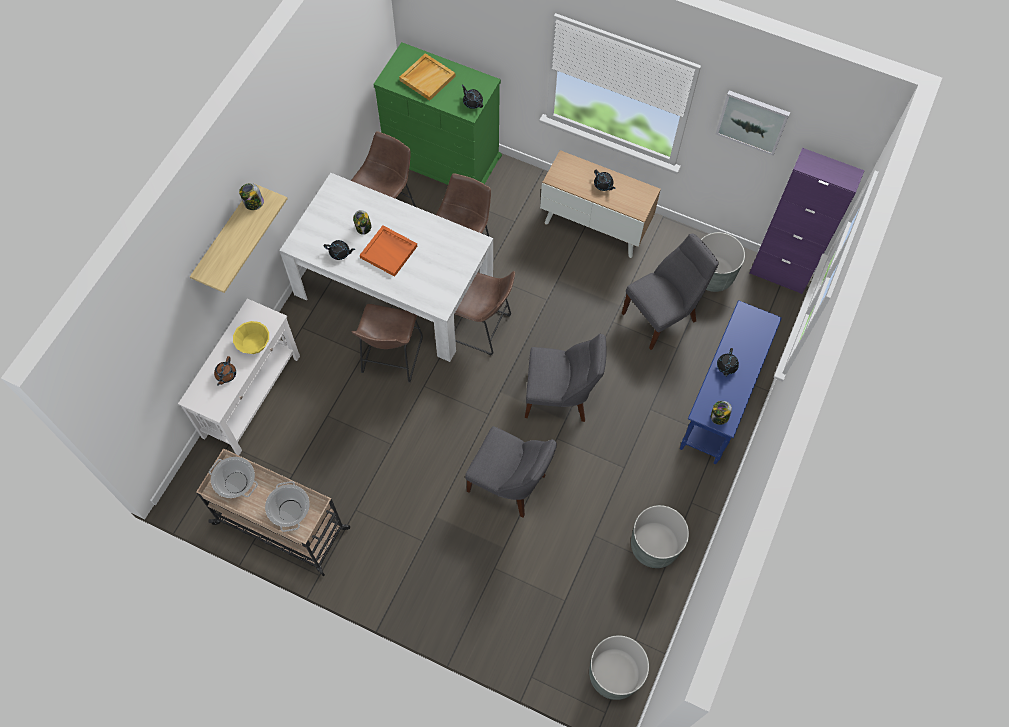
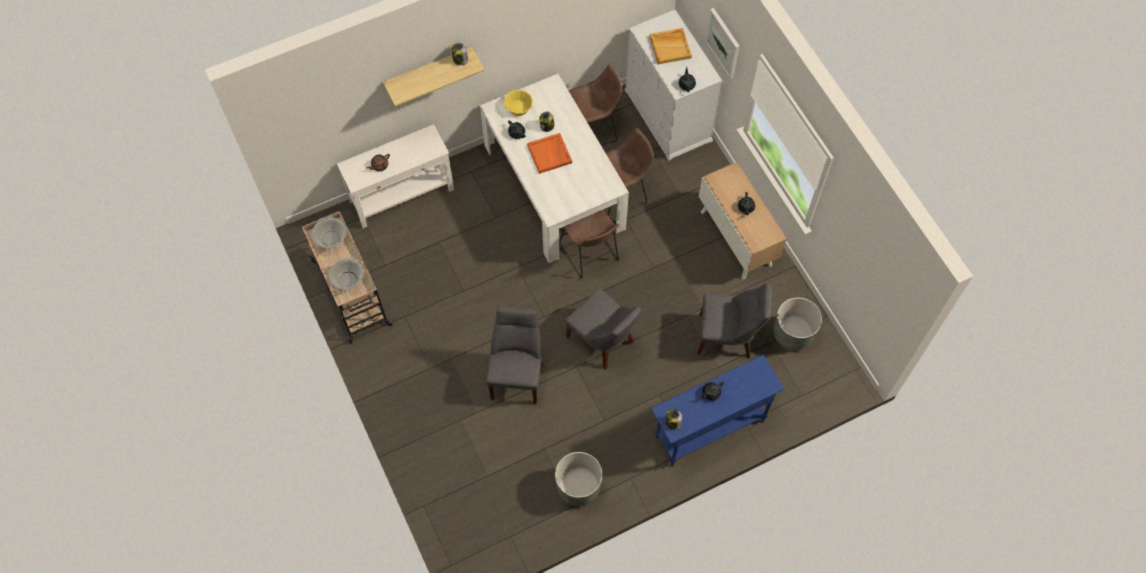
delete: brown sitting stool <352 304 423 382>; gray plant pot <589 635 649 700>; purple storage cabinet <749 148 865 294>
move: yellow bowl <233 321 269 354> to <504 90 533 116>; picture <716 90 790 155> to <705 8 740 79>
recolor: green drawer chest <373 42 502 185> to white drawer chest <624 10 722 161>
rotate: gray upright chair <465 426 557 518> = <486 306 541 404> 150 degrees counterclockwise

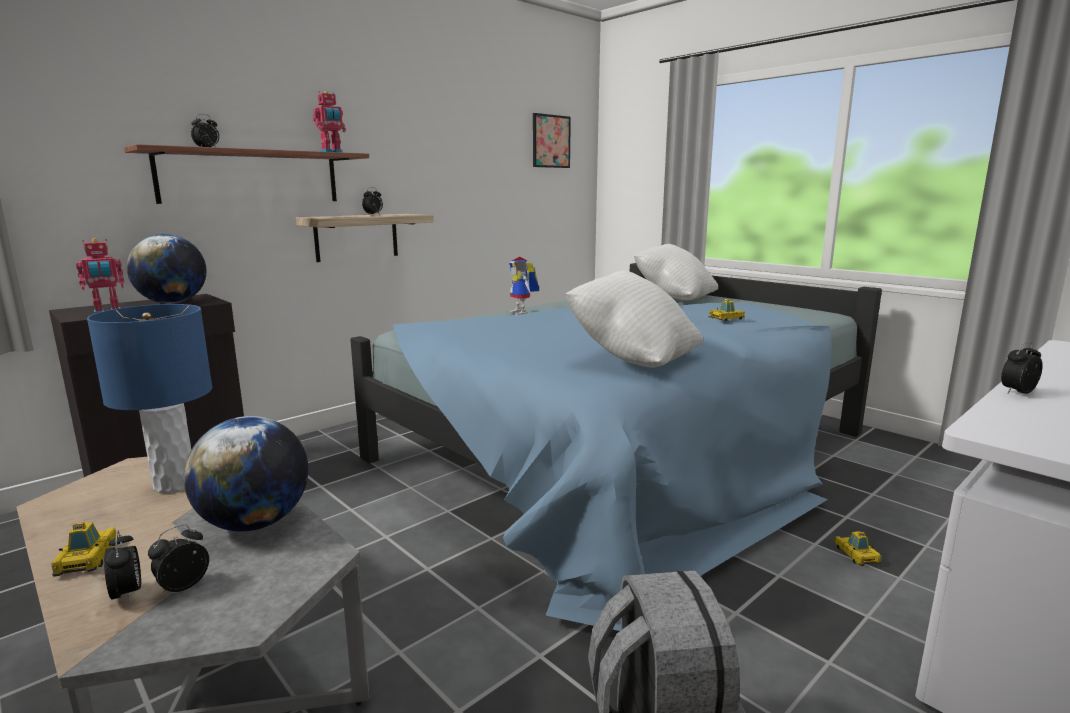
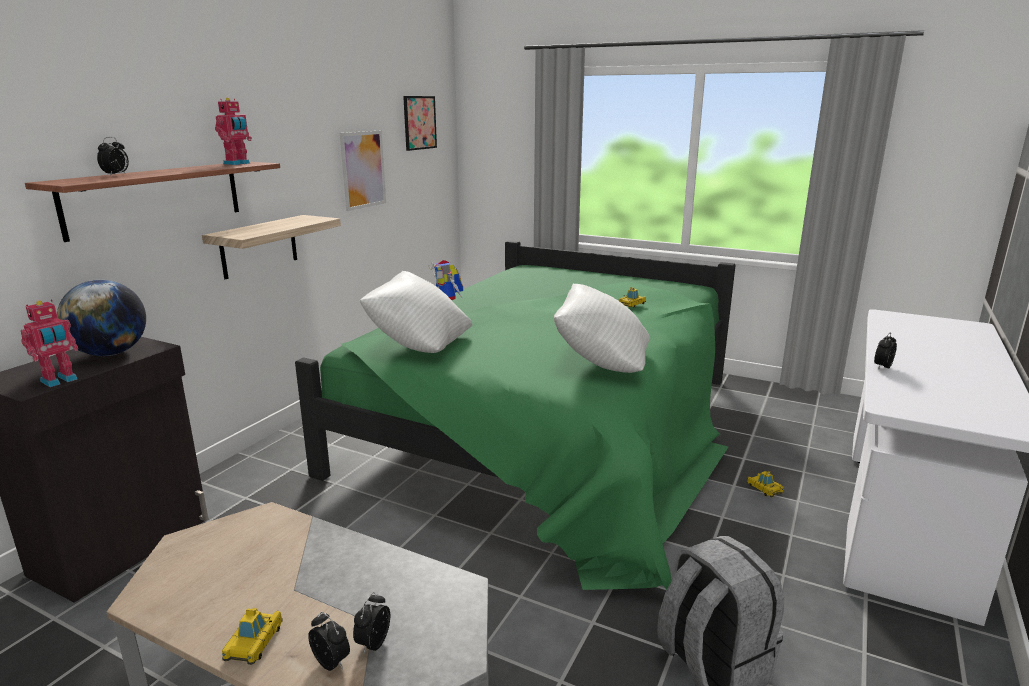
delete: blue-coloured tabletop lamp <87 304 212 493>; globe <184 416 308 532>; alarm clock <362 187 383 215>
insert: picture <340 131 386 211>
move: white cushion <634 244 718 300> to <360 271 472 353>
recolor: blue-coloured bed <350 263 882 631> to green bed <295 241 735 590>
rotate: model car <51 522 118 577> = <222 608 283 665> 135 degrees counterclockwise

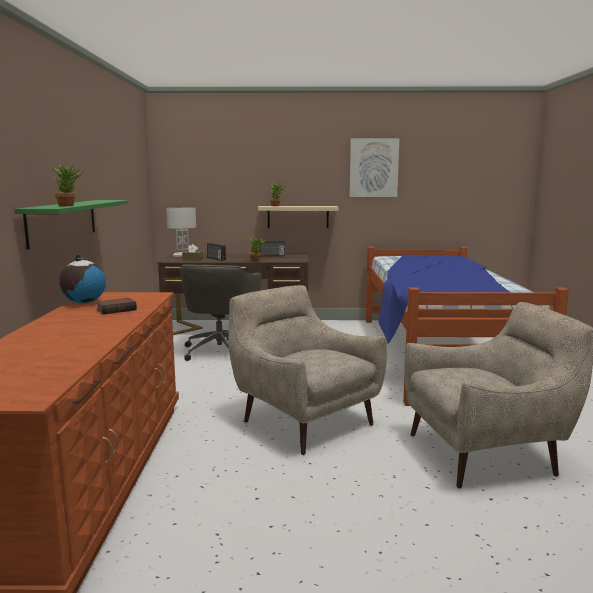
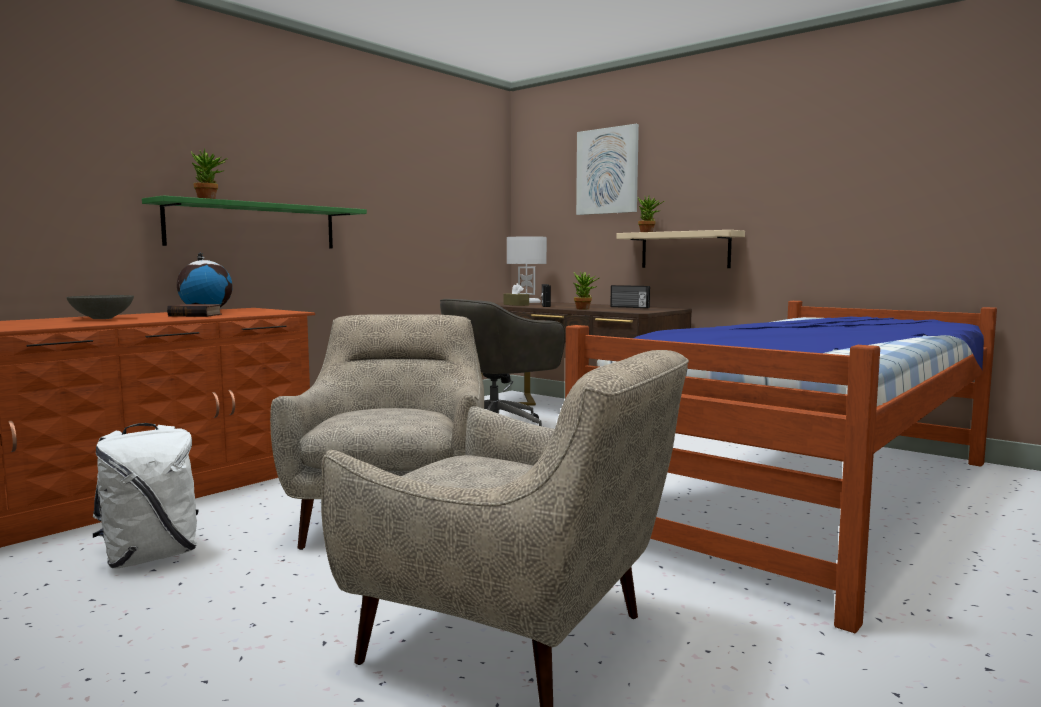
insert: gray bowl <66 295 134 319>; white backpack <93 423 199 568>
move: picture <349 138 400 197> to <576 124 639 215>

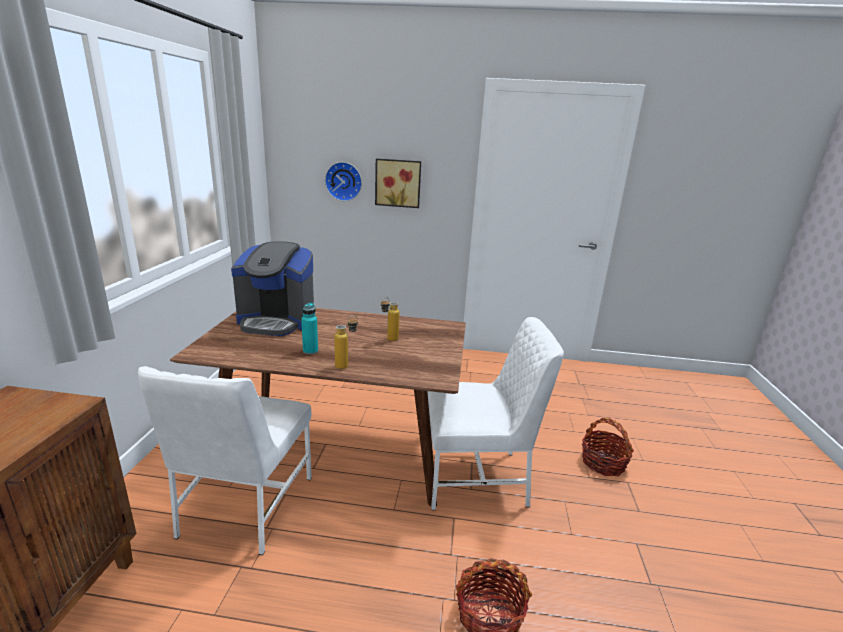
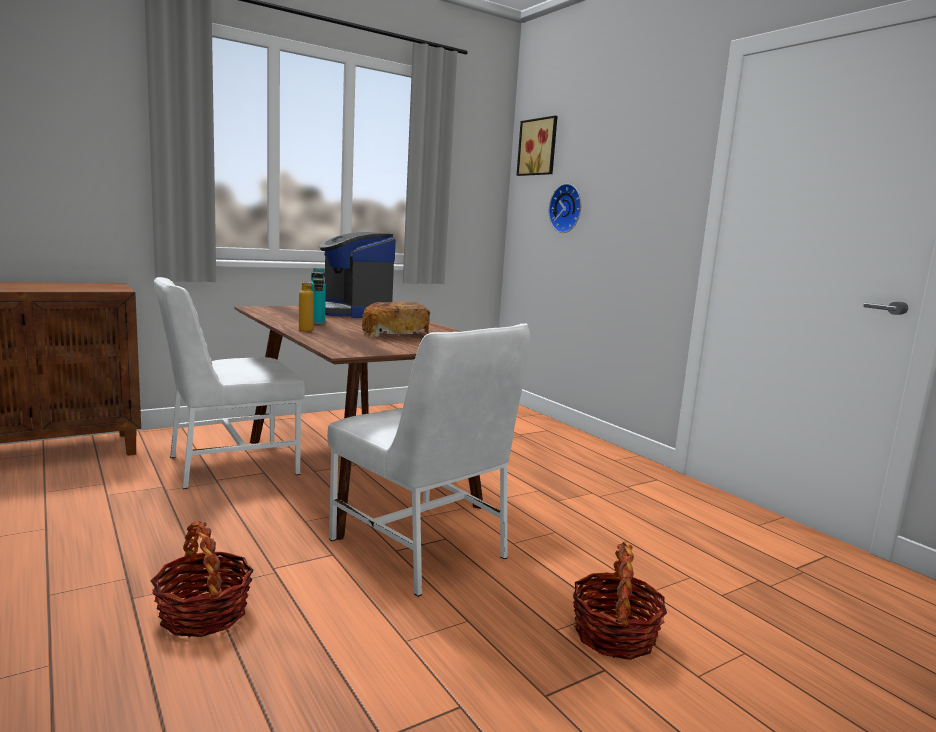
move: picture <375 159 421 208> to <516 116 558 176>
replace: drink bottle <381 297 400 341> to bread <362 302 430 337>

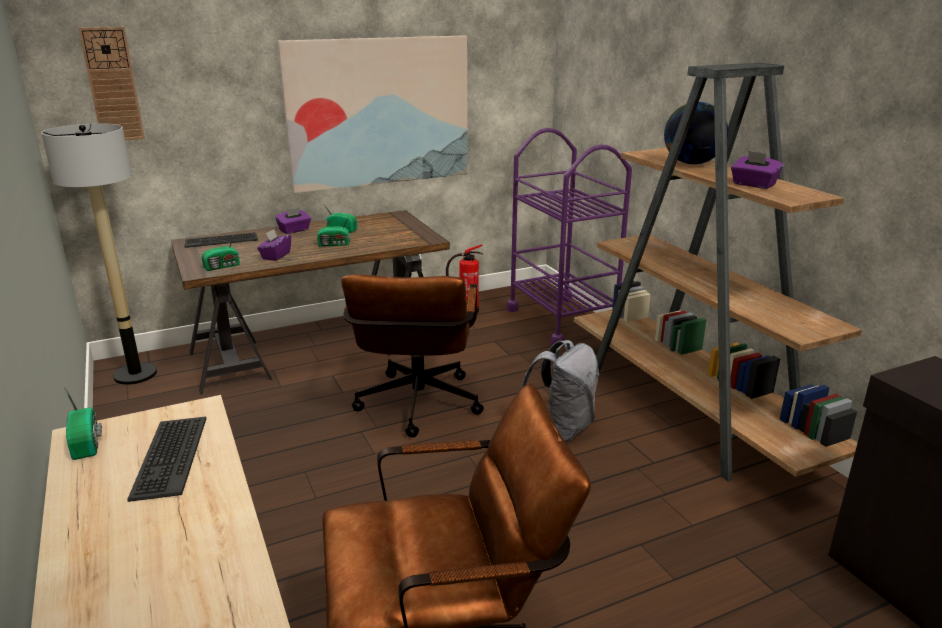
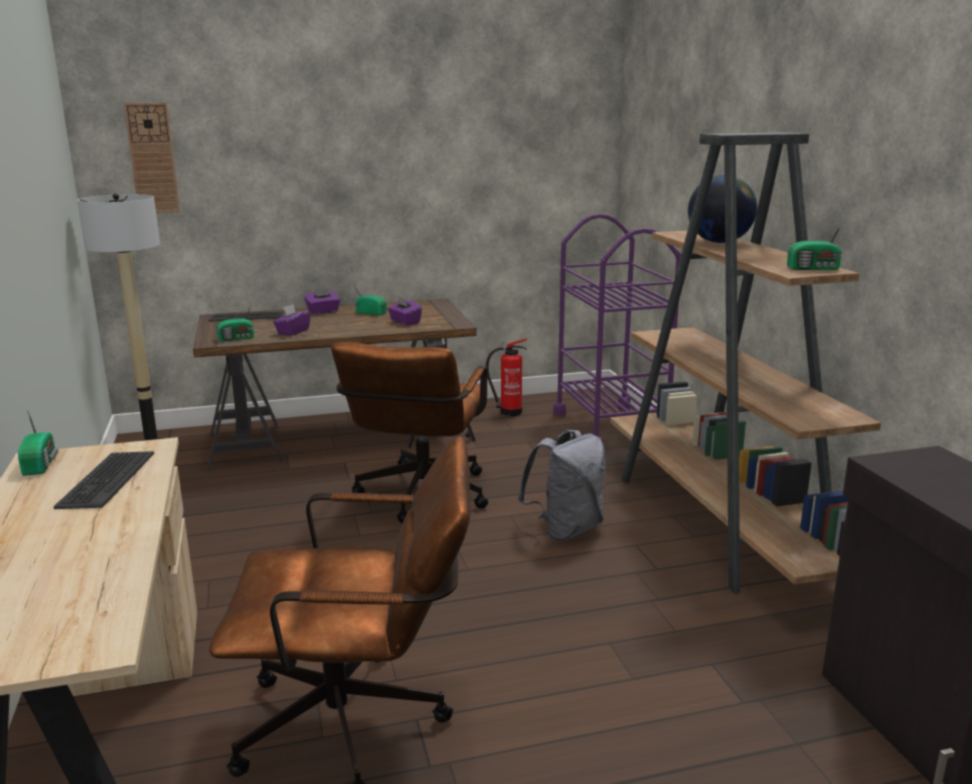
delete: picture <278 35 467 193>
move: radio <317 213 350 247> to <787 219 844 270>; purple box of tissues <731 151 783 189> to <388 297 422 325>

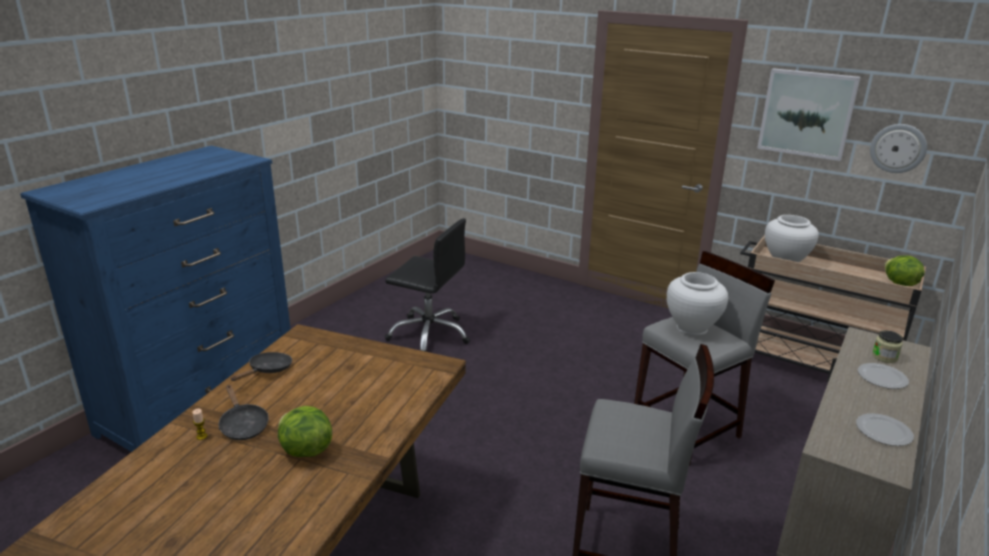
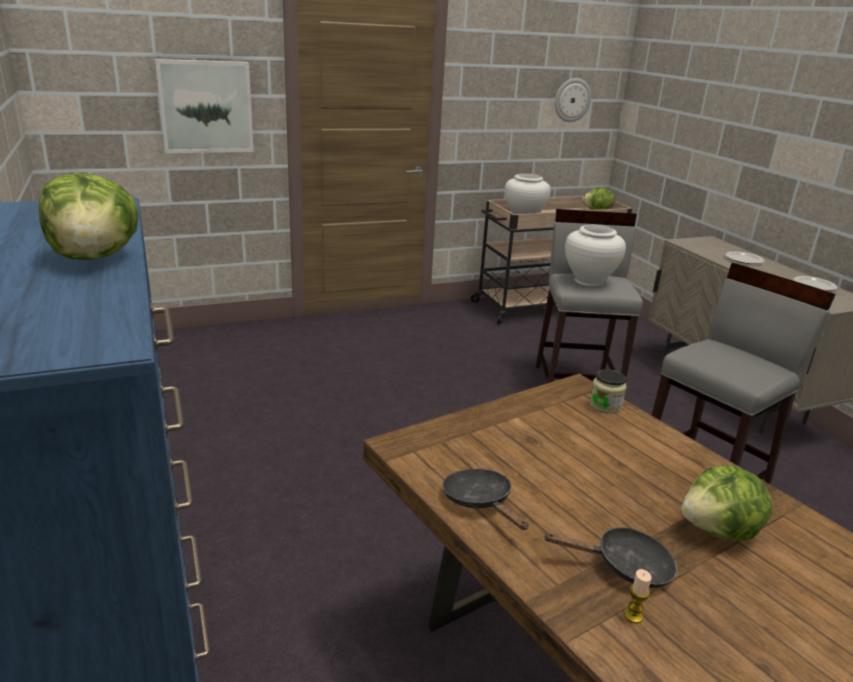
delete: blackish desk chair <385 218 470 352>
insert: lettuce head <39 173 139 260>
move: picture <757 68 860 161> to <155 59 254 153>; jar <872 330 903 363> to <590 369 627 414>

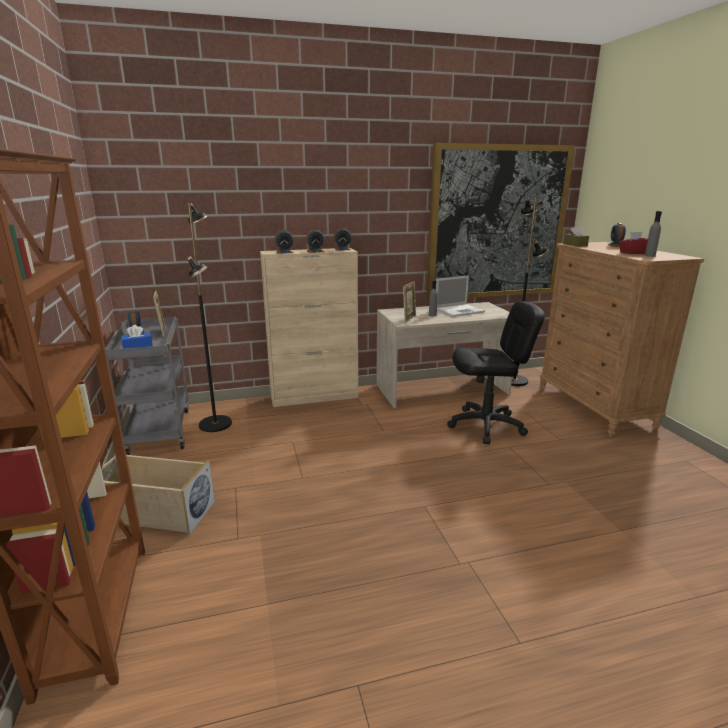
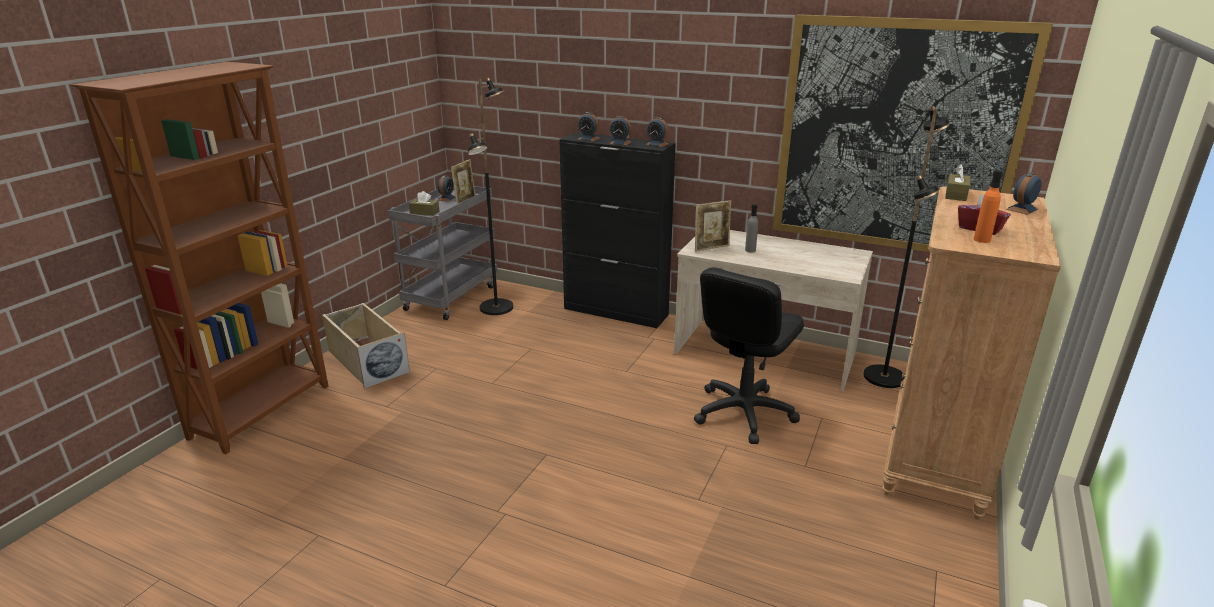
delete: portable computer <436 275 485 317>
recolor: blue-coloured box of tissues <121 325 153 349> to brown box of tissues <409 191 439 216>; beige storage cabinet <260 248 358 407> to blackish storage cabinet <559 132 676 328>; gray drink bottle <645 211 662 257> to orangey drink bottle <973 170 1003 243>
rotate: blackish desk chair <447 301 545 444> = <694 267 804 444> 90 degrees clockwise

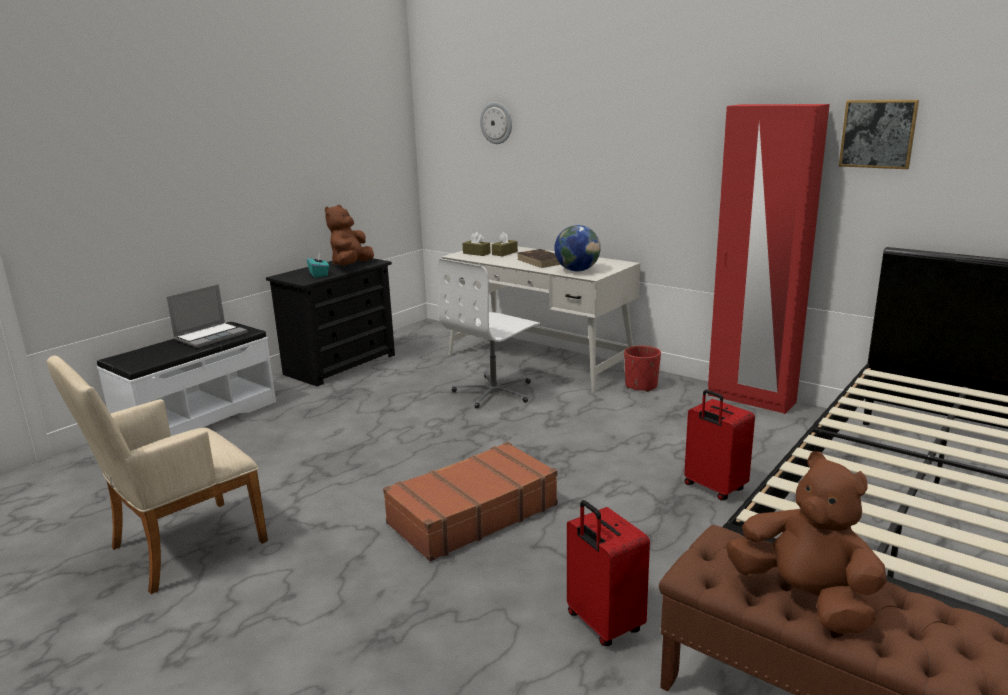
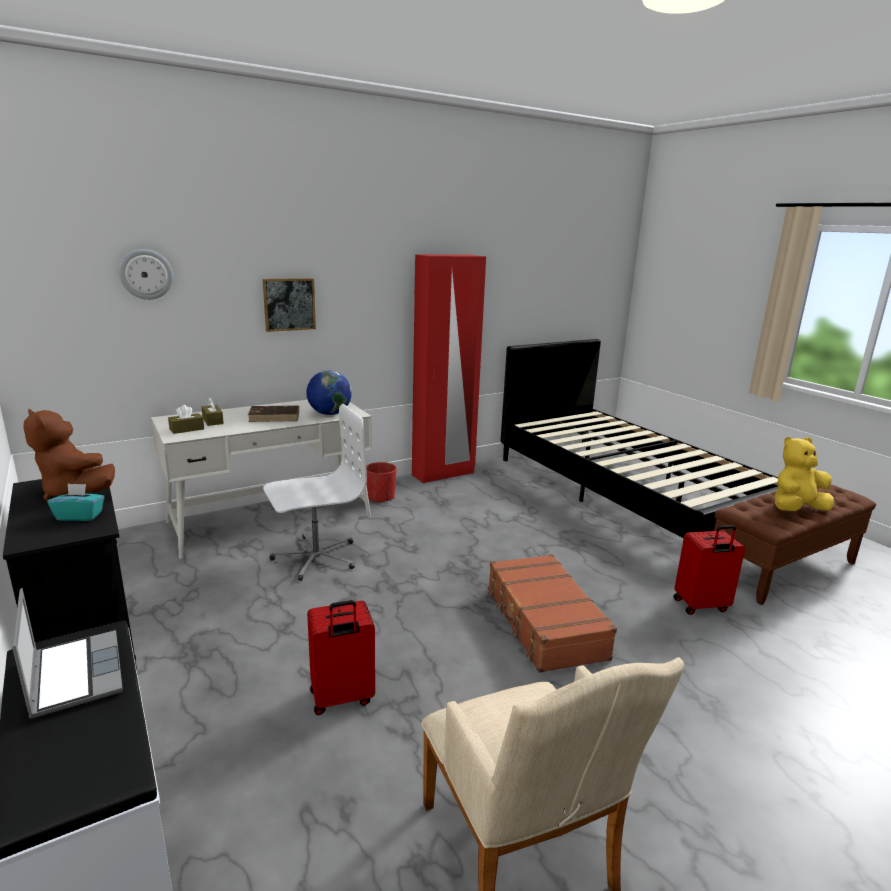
move: red travel case <684 390 755 500> to <307 600 375 715>; picture <839 100 919 169> to <263 278 316 332>
recolor: brown soft toy <726 451 887 633> to yellow soft toy <774 437 834 511>
rotate: white desk chair <438 259 540 408> = <263 404 367 581> 90 degrees counterclockwise

